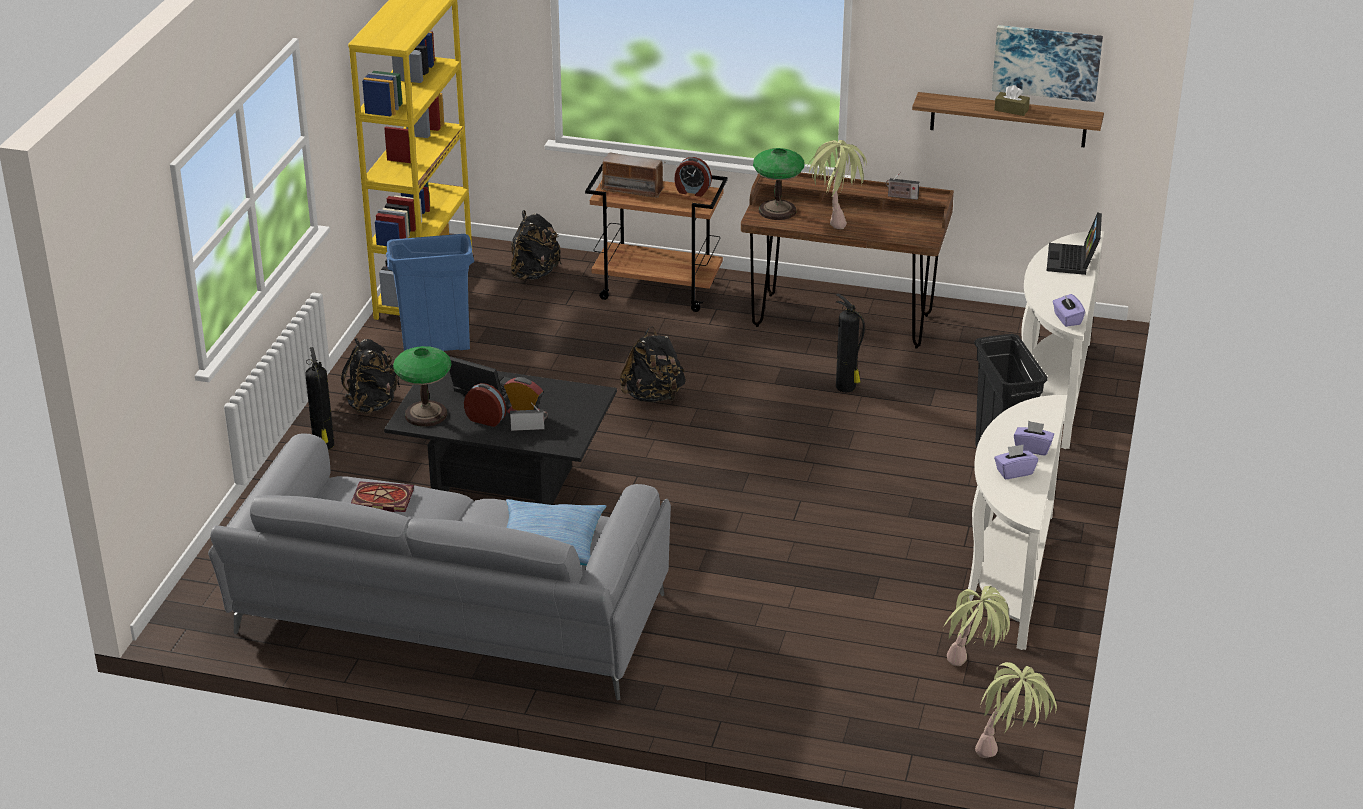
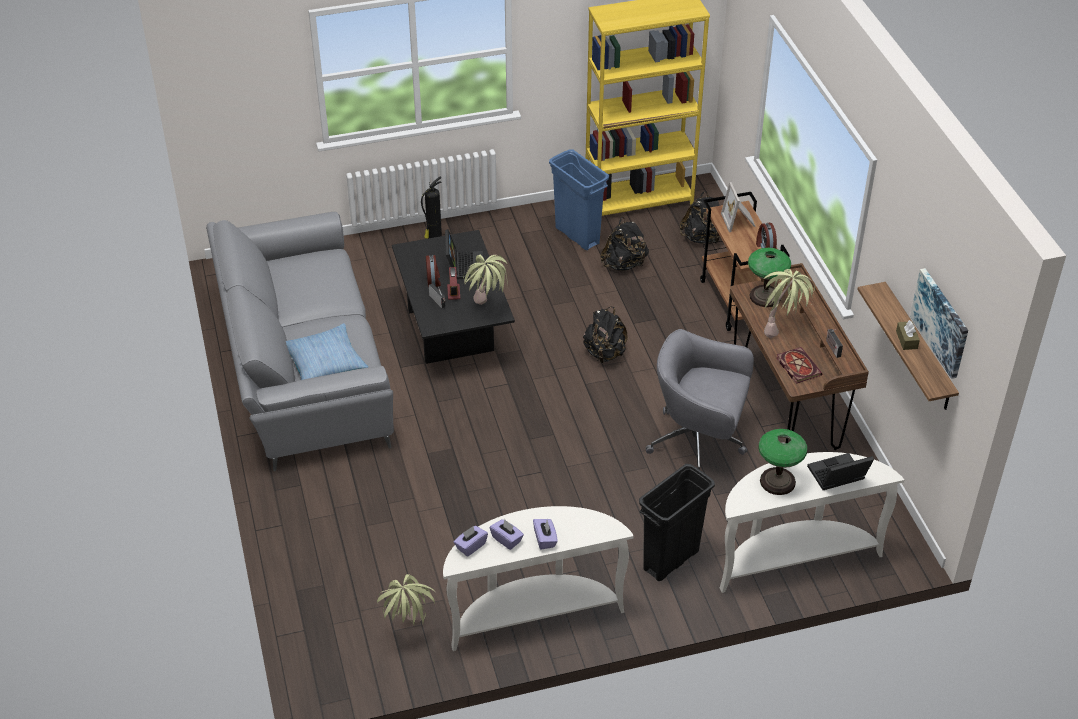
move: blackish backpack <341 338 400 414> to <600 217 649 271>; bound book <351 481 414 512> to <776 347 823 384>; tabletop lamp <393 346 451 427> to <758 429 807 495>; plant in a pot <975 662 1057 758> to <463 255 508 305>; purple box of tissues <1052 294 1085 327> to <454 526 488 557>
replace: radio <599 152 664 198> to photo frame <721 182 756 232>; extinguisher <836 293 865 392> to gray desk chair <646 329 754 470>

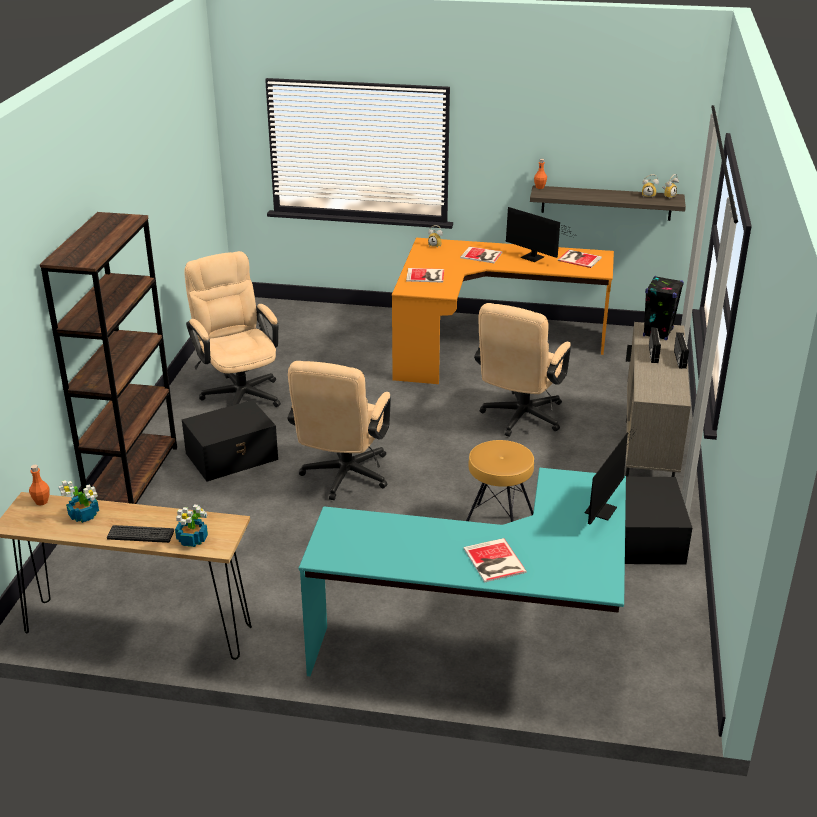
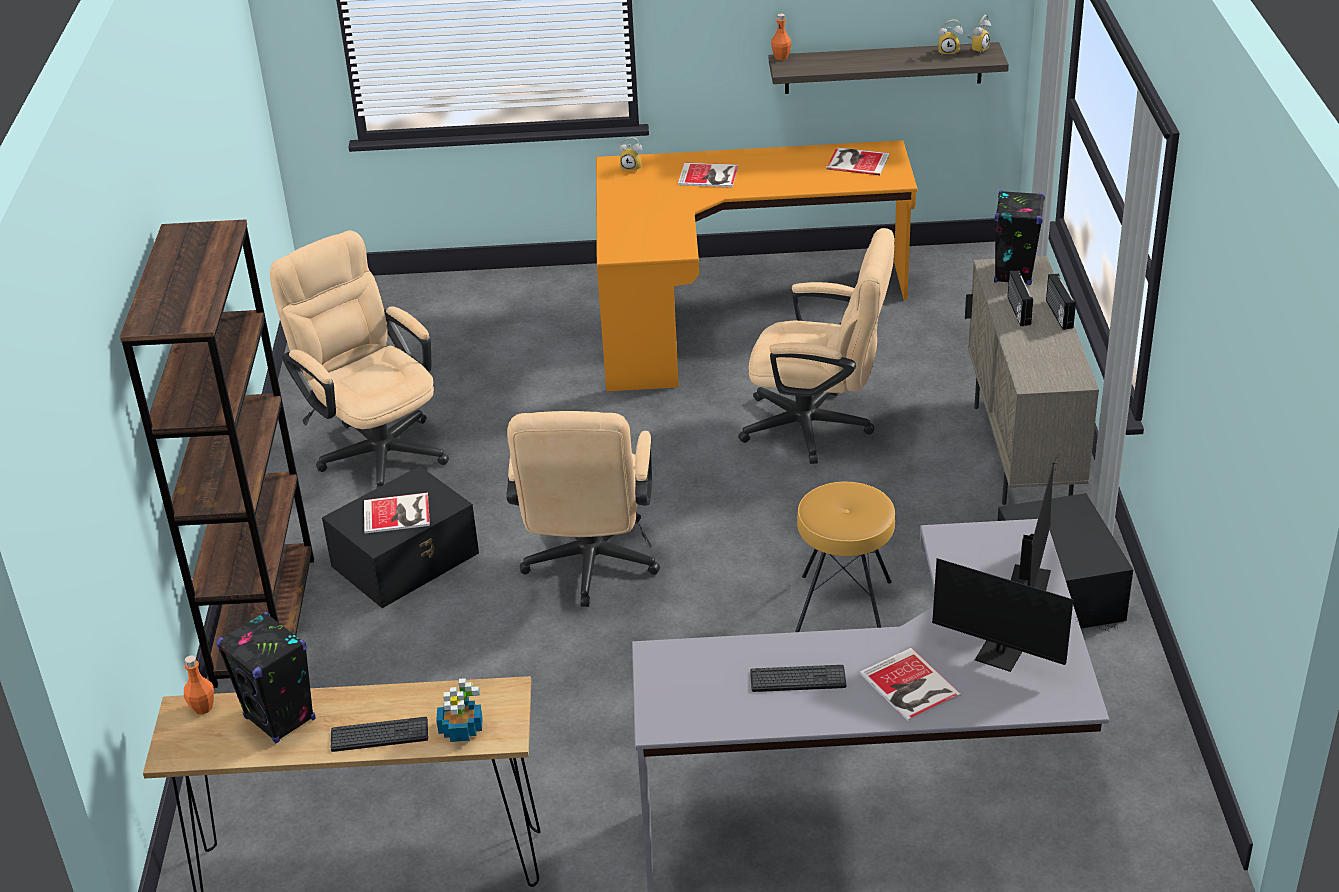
insert: keyboard <750 665 846 692>
move: bound book <406 268 444 283> to <364 492 430 534>; monitor <506 207 574 262> to <932 558 1116 672>
replace: plant in a pot <58 480 99 523> to blackish loudspeaker <216 612 315 744>
recolor: turquoise desk table <299 468 626 676> to gray desk table <632 519 1110 892>
rotate: beige desk chair <474 303 571 437> = <738 228 895 464> 90 degrees counterclockwise

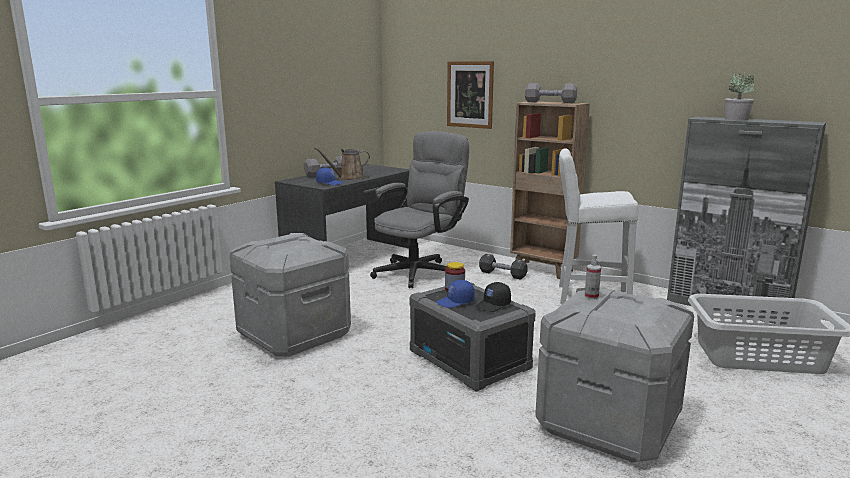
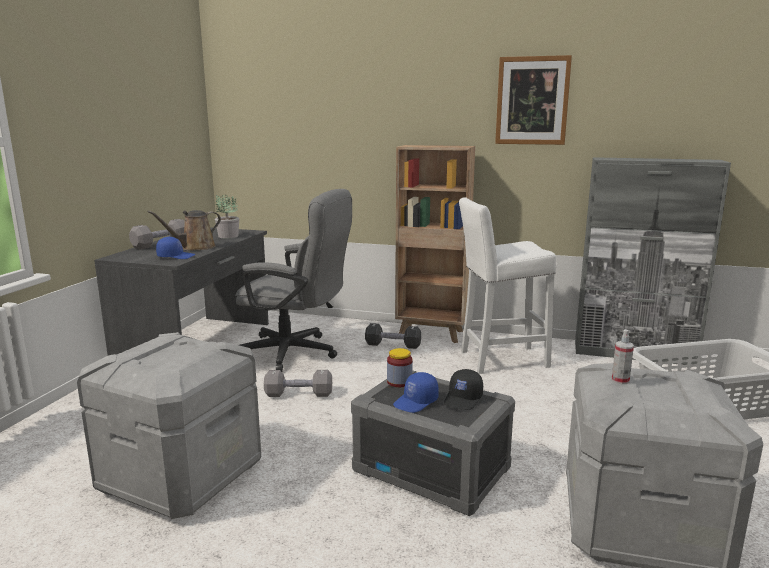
move: picture <447 61 494 129> to <495 55 572 145>; gray dumbbell <525 83 577 103> to <264 370 332 397>; plant in a pot <725 72 754 120> to <215 195 239 238>
rotate: gray desk chair <370 131 469 288> = <235 189 352 372> 90 degrees clockwise

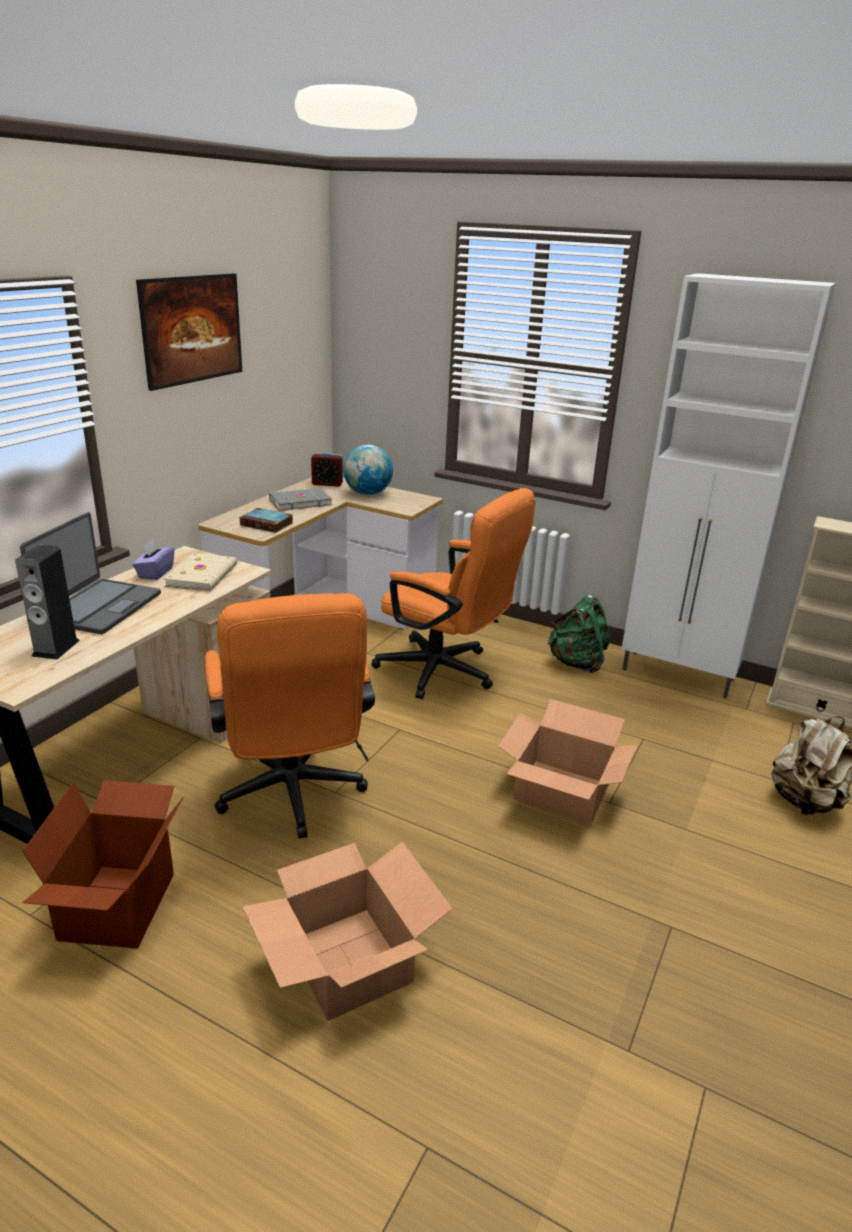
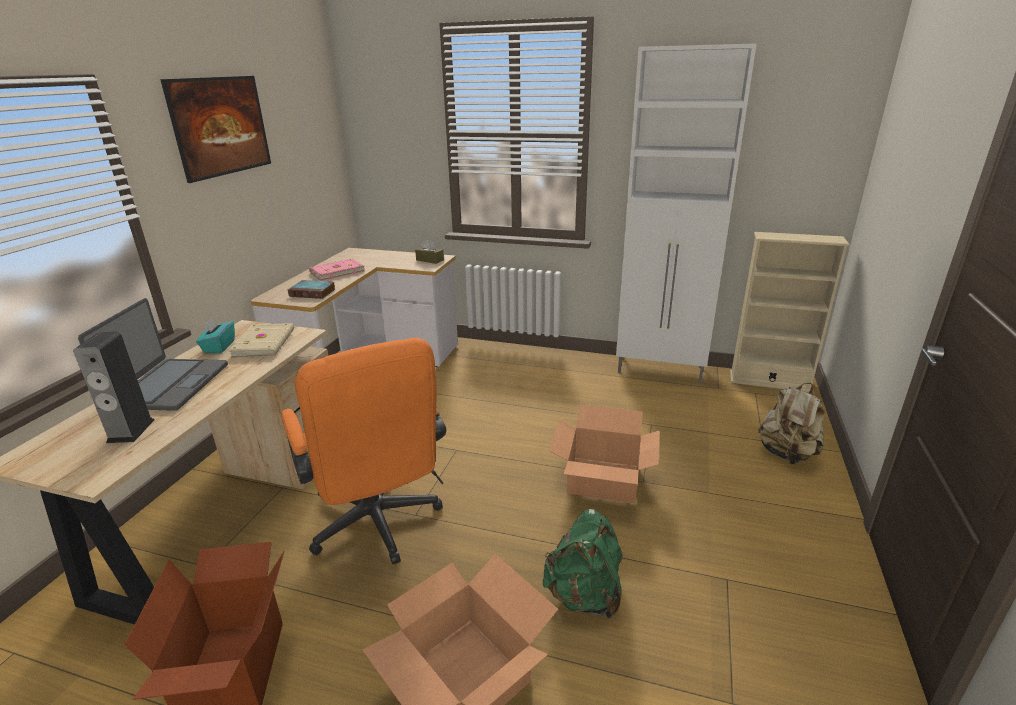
delete: alarm clock <311 452 343 487>; globe <343 445 393 495>; orangey desk chair <372 488 535 699>
insert: brown box of tissues <415 239 444 264>
move: green backpack <548 595 610 673> to <543 509 623 619>
recolor: purple box of tissues <133 540 174 580> to turquoise box of tissues <196 317 235 353>; gray bound book <269 488 332 511> to pinkish bound book <309 259 365 281>

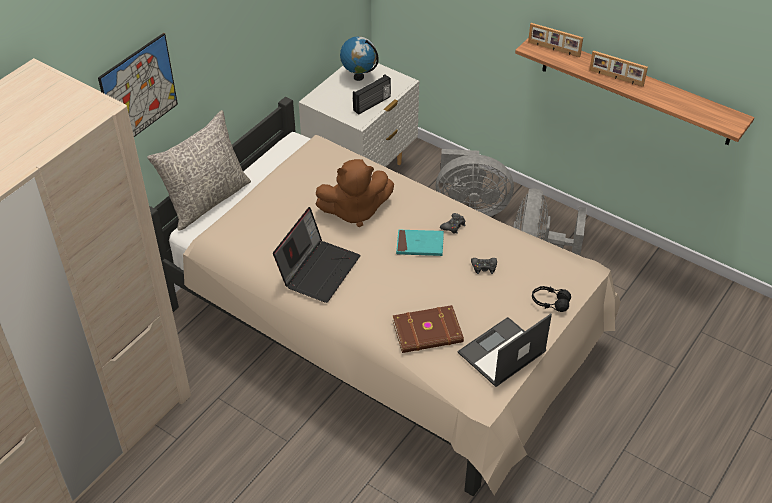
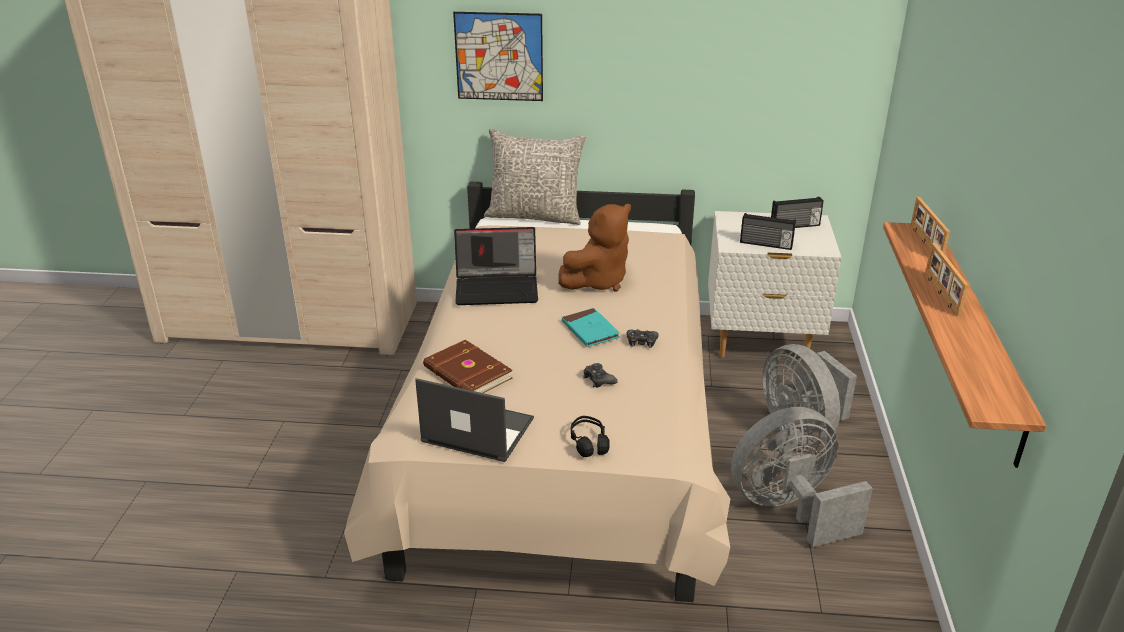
replace: globe <340 36 379 81> to radio <771 197 824 228>
rotate: brown soft toy <316 159 394 227> = <558 204 631 292> 90 degrees counterclockwise

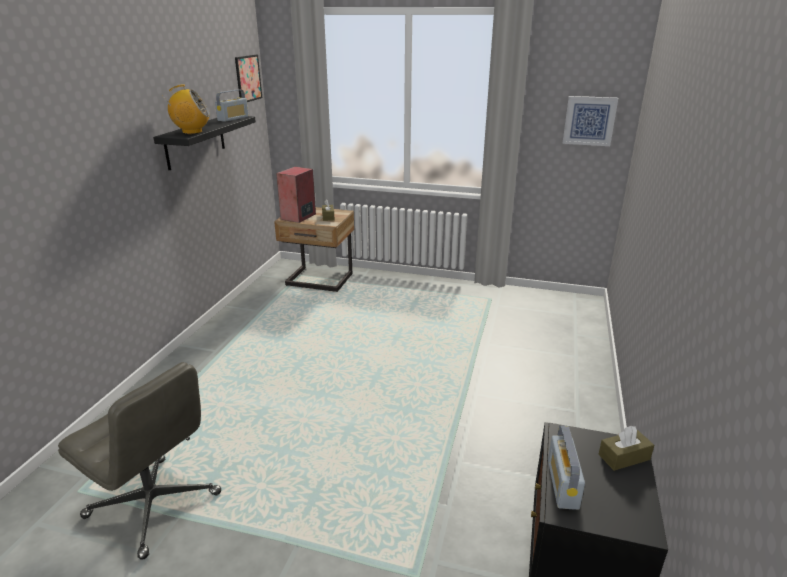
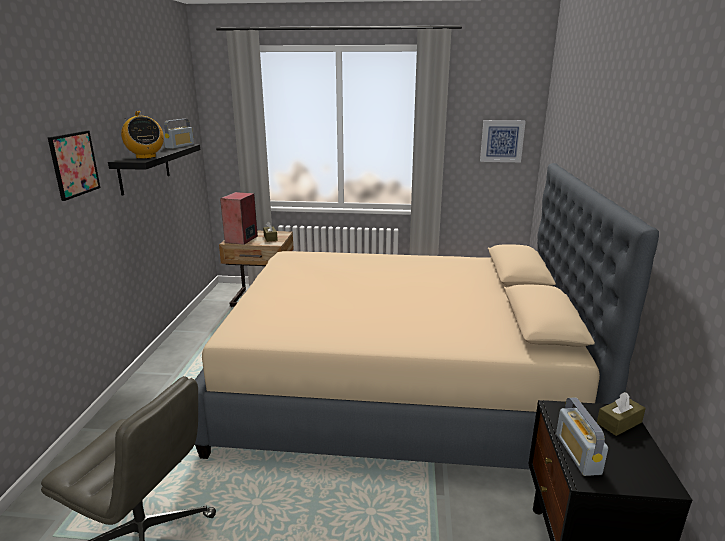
insert: beige bed <195 163 659 469>
move: picture <235 55 262 102> to <48 130 100 201>
rotate: radio <165 85 210 134> = <121 111 164 159> 75 degrees clockwise

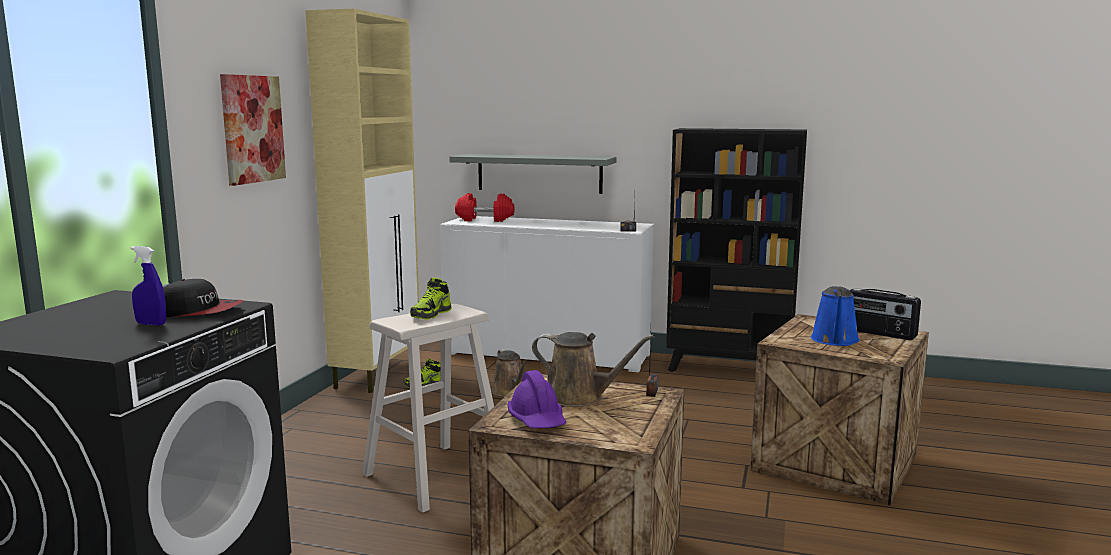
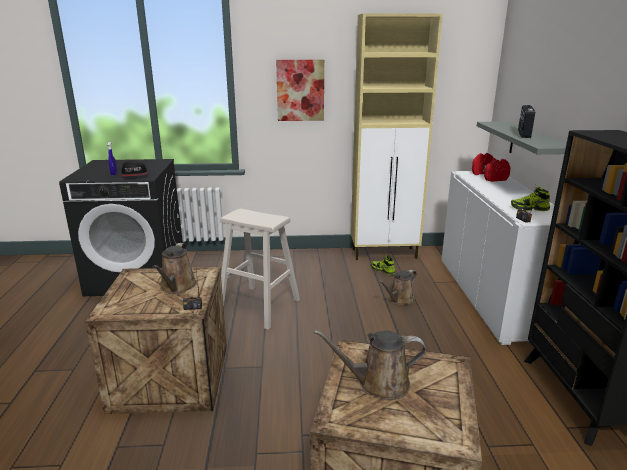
delete: purple hard hat <507 370 566 428>
move: shoe <410 277 451 319> to <511 186 550 211>; radio <849 289 921 340> to <518 105 535 138>
recolor: blue-coloured watering can <811 286 860 346> to brown watering can <314 330 426 400>

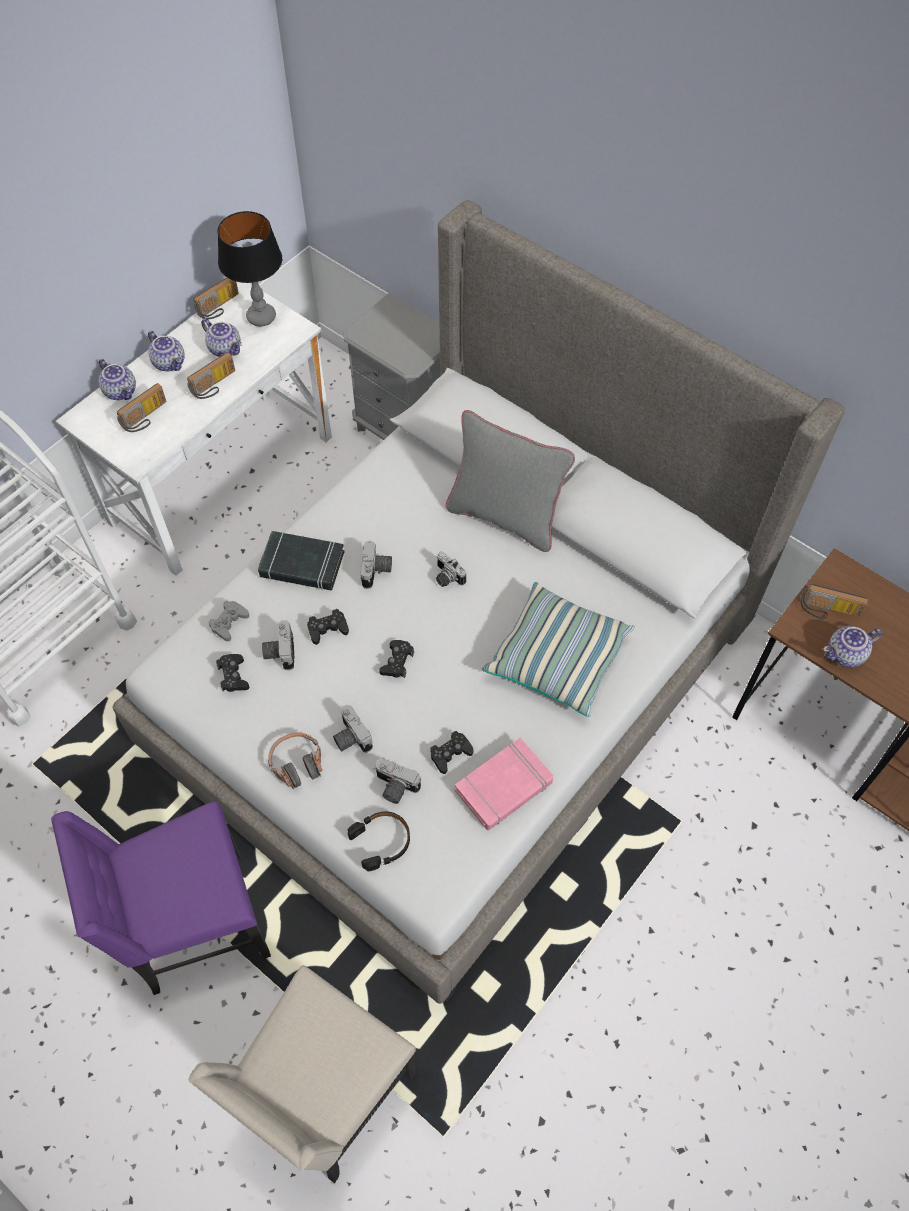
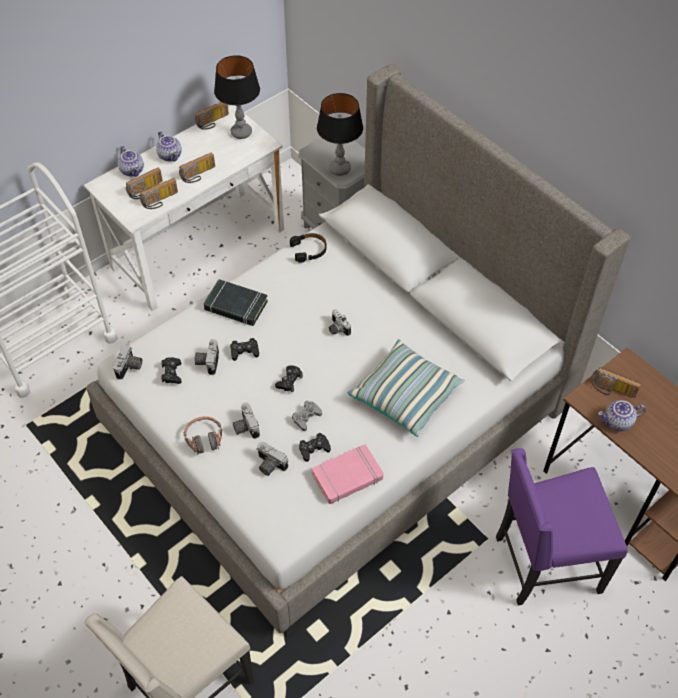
delete: pot for tea <201 318 242 357>; gray cushion <445 410 575 552>
insert: radio <140 178 178 209>; tabletop lamp <317 93 363 176>
move: purple upright chair <51 801 271 995> to <496 448 628 606>; gray game controller <209 601 249 641> to <292 401 322 431>; blackish headset <348 811 410 871> to <290 233 326 263>; still camera <361 541 392 589> to <113 344 142 380>

